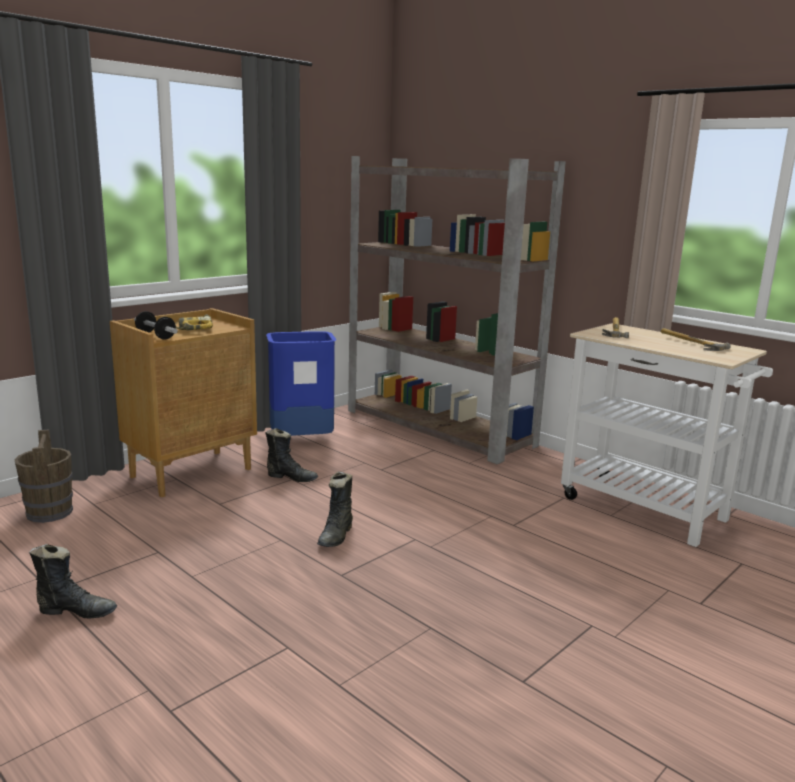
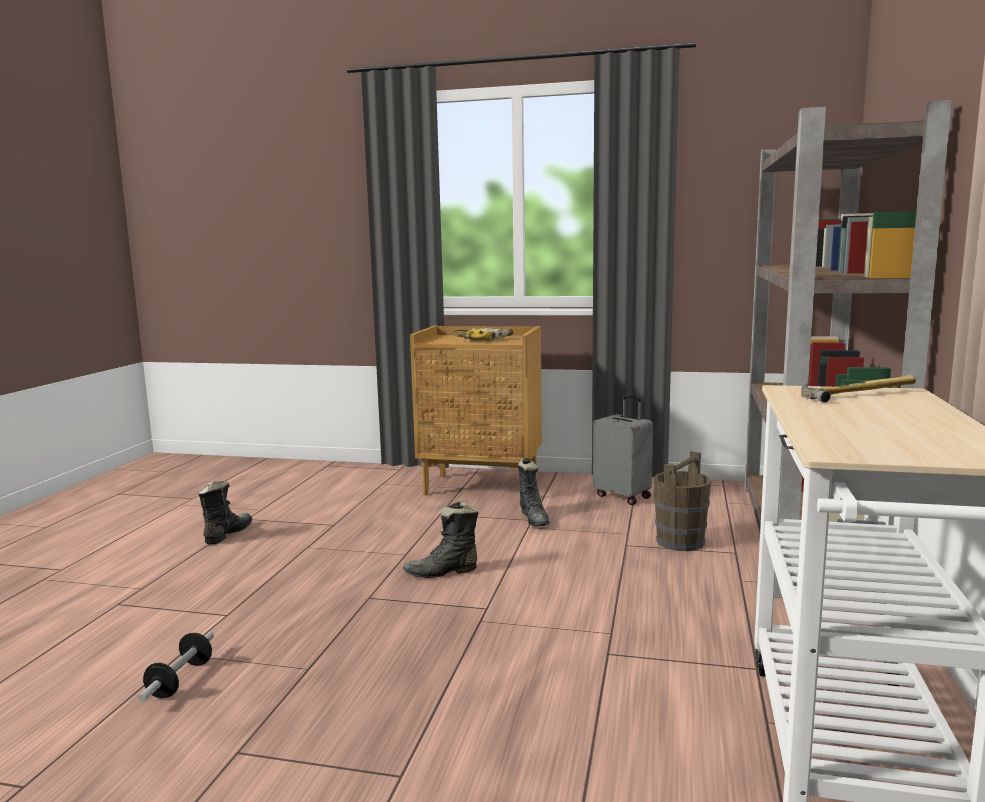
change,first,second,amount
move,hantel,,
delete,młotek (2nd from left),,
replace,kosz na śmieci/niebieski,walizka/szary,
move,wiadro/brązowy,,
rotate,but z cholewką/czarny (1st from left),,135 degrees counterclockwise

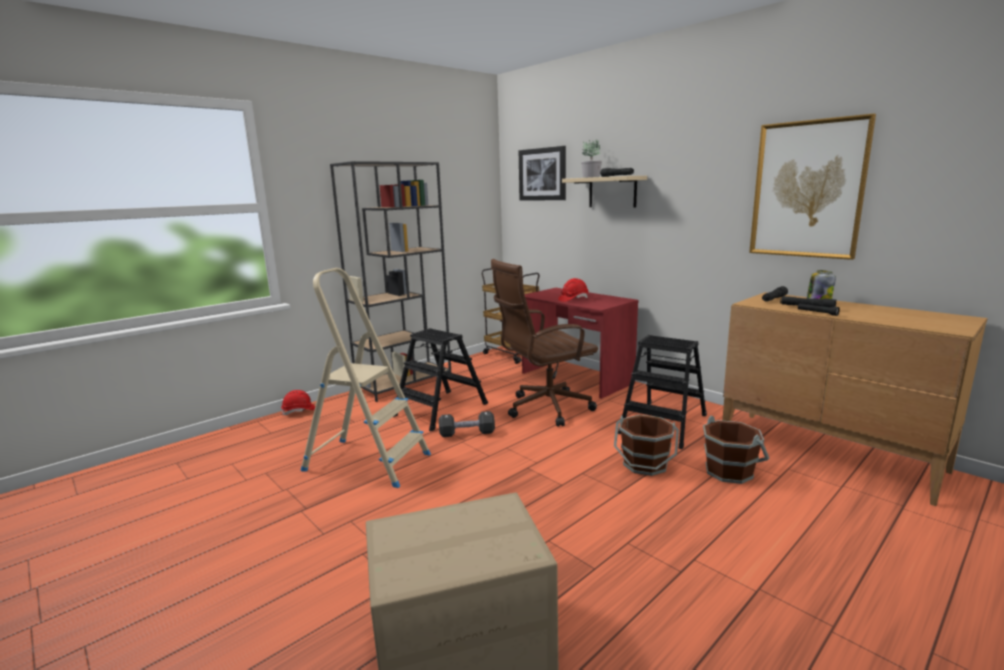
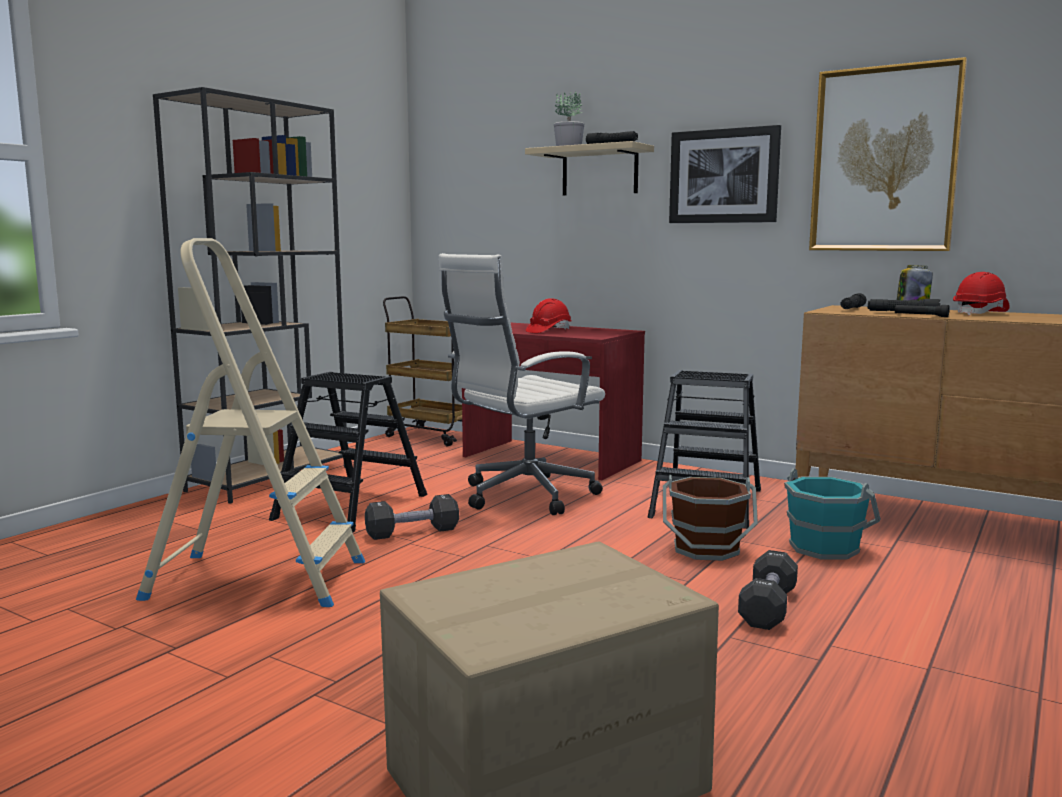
change,first,second,amount
move,obraz (1st from left),,
recolor,krzesło biurowe/brązowy,krzesło biurowe/biały,
move,kask/czerwony (1st from left in the first image),kask/czerwony (2nd from left),
recolor,wiadro/brązowy (2nd from left),wiadro/turkusowy,
insert,,hantel/czarny (2nd from left),

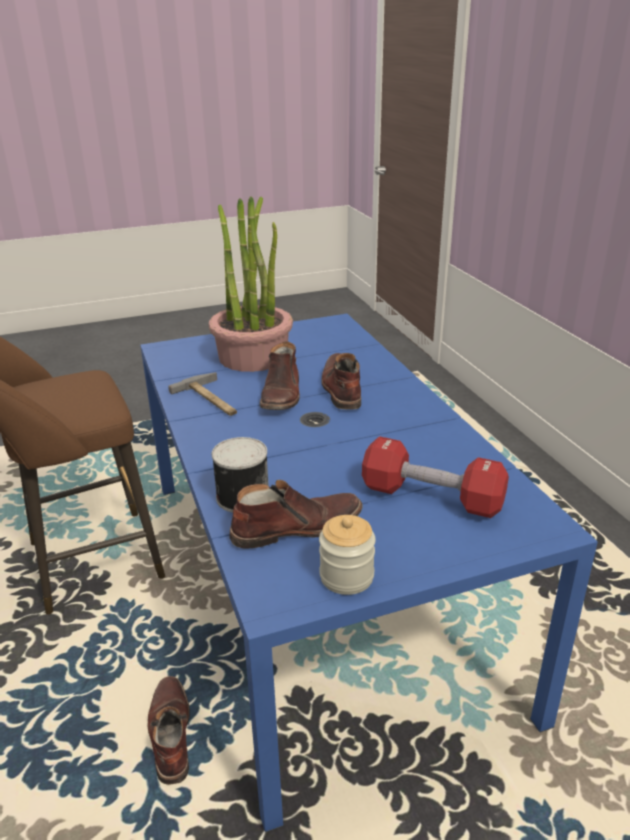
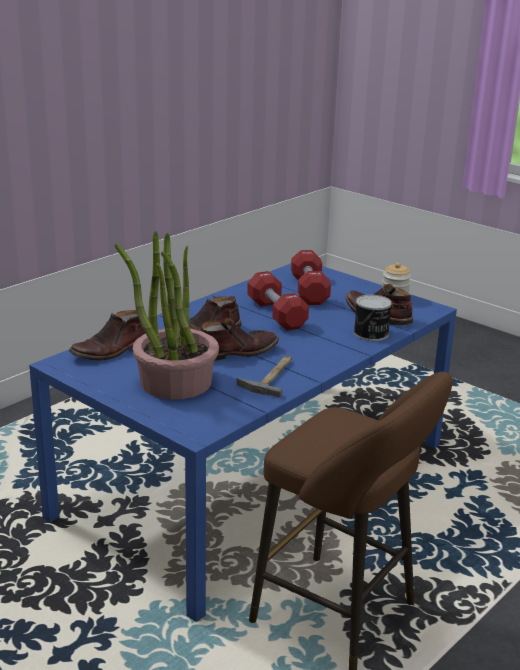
change,first,second,amount
move,but z cholewką/brązowy (1st from left),,
insert,,hantel/czerwony (1st from left),

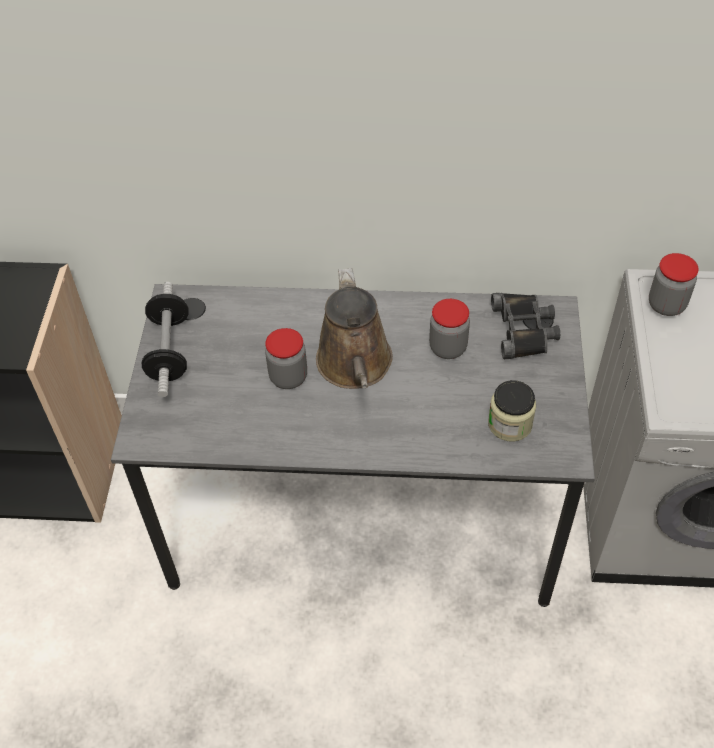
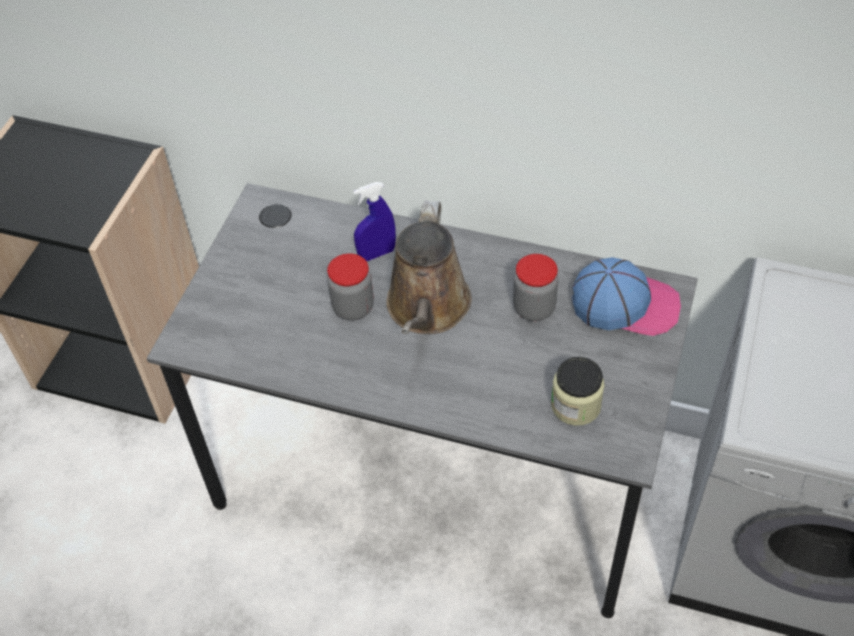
change,first,second,amount
delete,słoik (4th from left),,
delete,hantel,,
replace,lornetka/czarny,czapka z daszkiem,
insert,,spryskiwacz/niebieski,

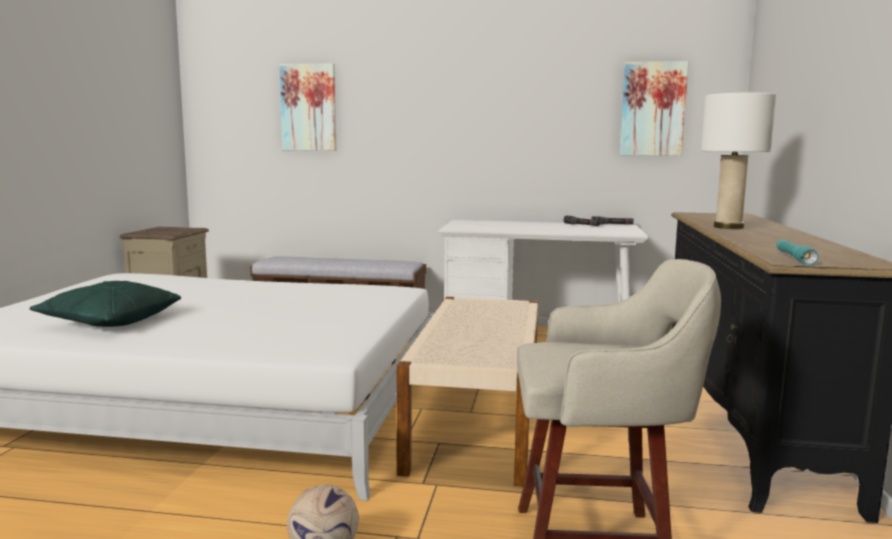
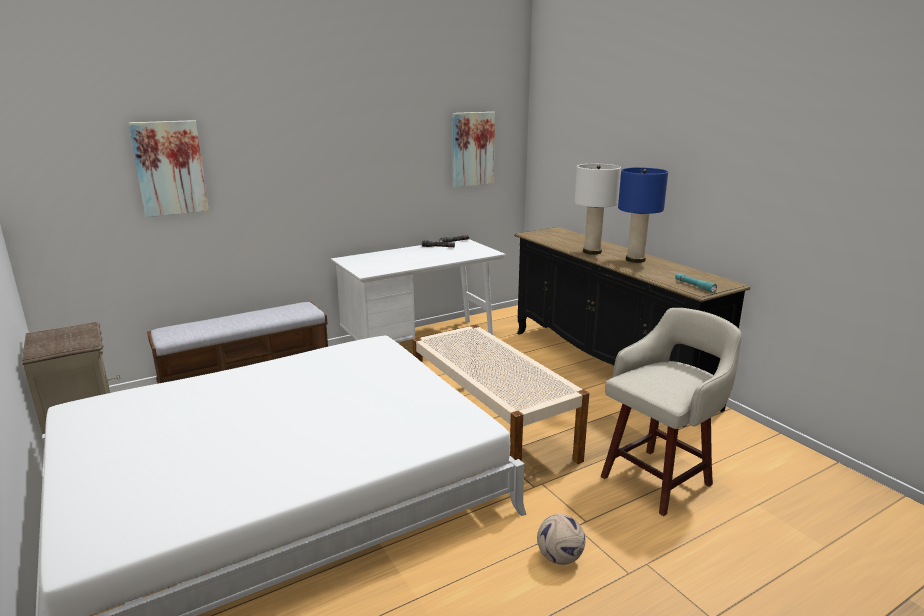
change,first,second,amount
delete,poduszka/zielony,,
insert,,lampa stołowa/niebieski,

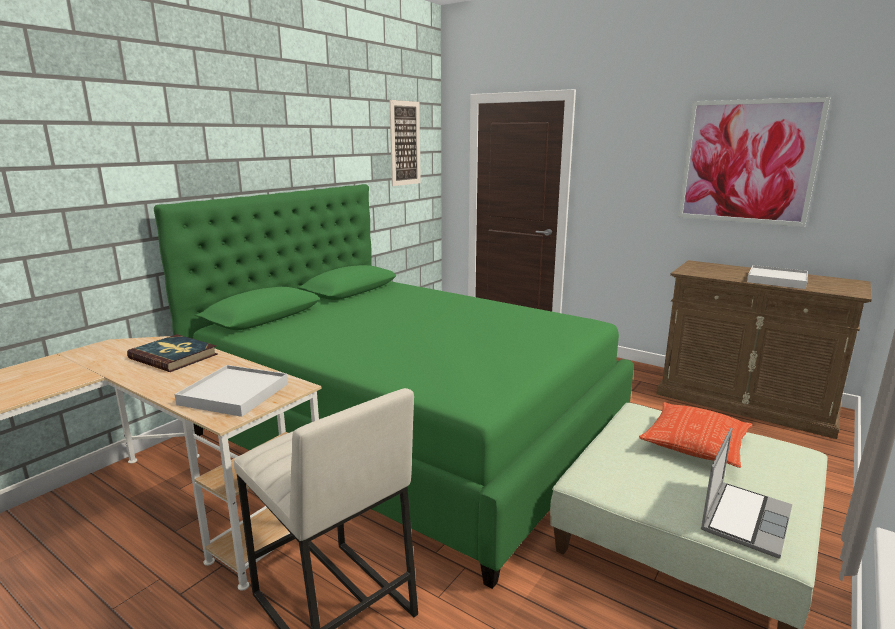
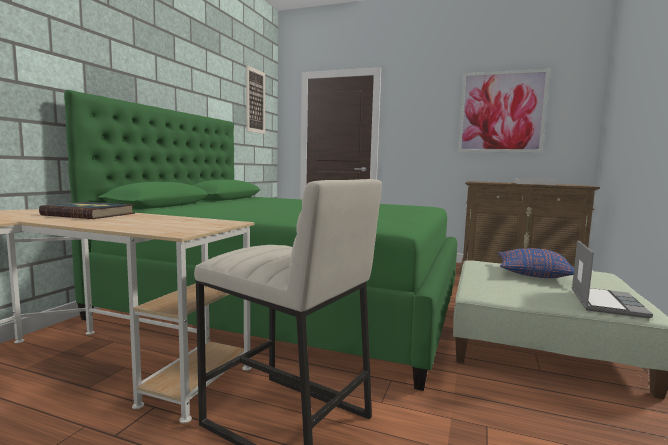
change,first,second,amount
delete,taca/biały (1st from left),,
recolor,poduszka/pomarańczowy,poduszka/niebieski,

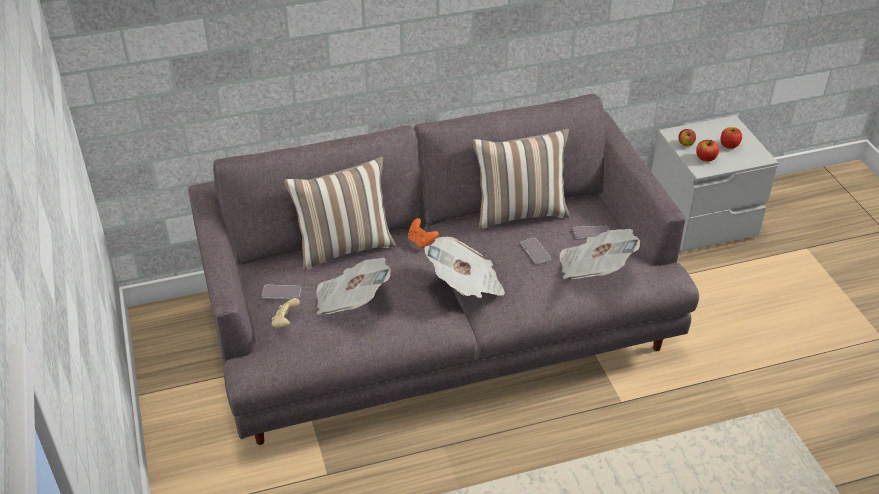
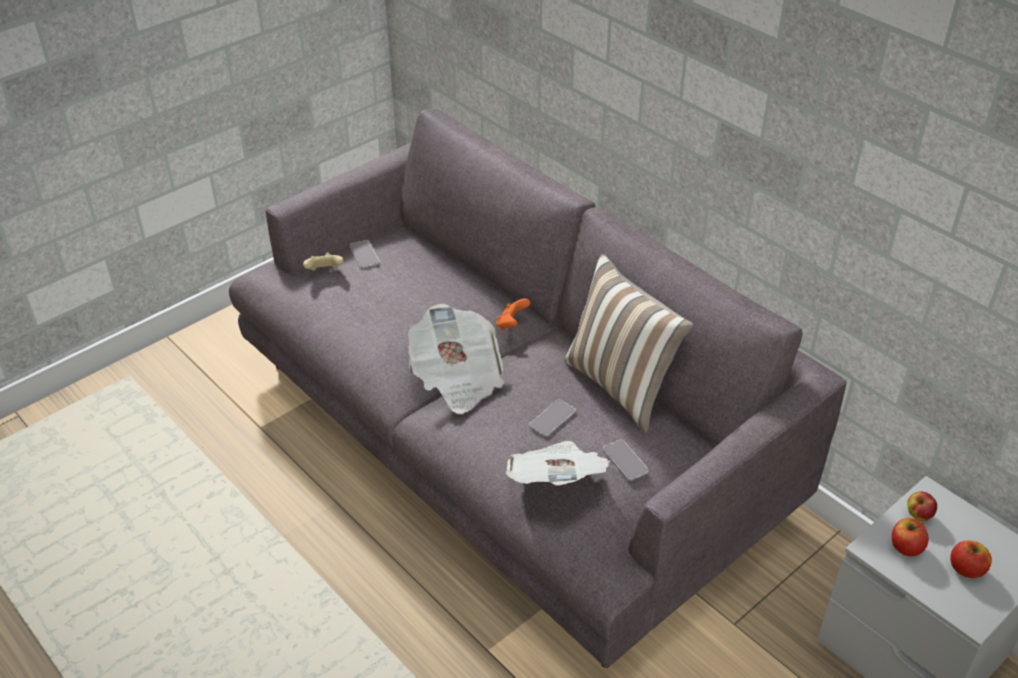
change,first,second,amount
delete,poduszka (1st from left),,
delete,gazeta (1st from left),,

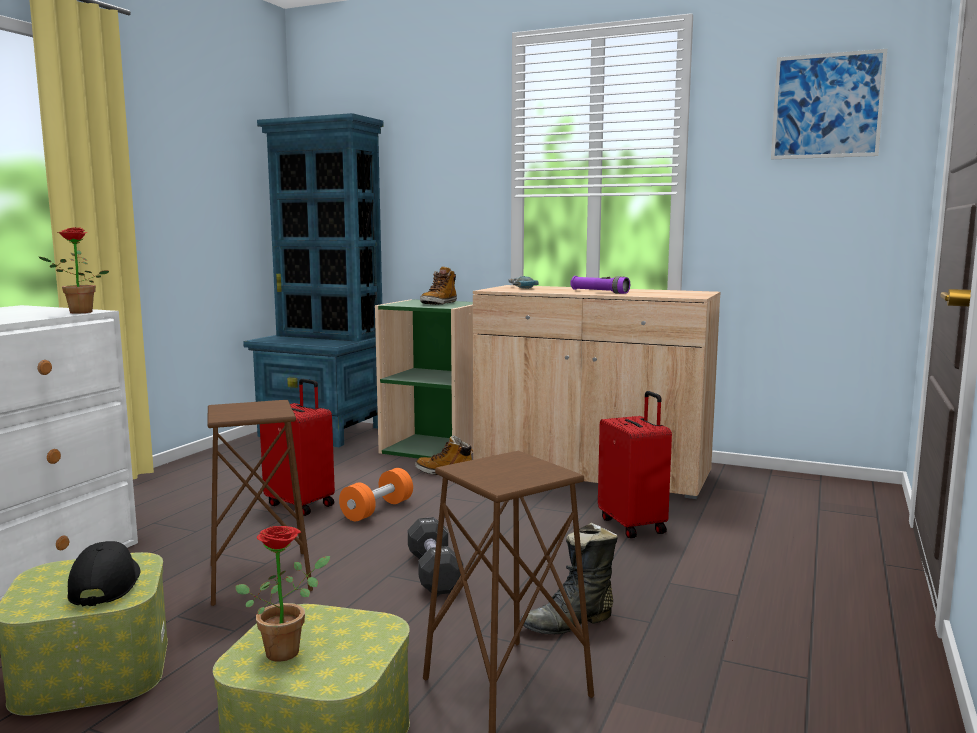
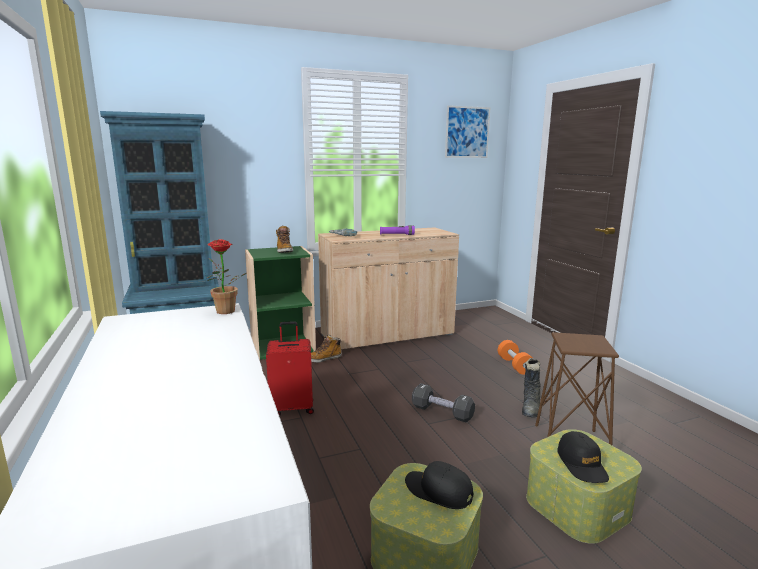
change,first,second,amount
delete,walizka/czerwony (2nd from left),,
delete,stołek/brązowy (1st from left),,
move,hantel/pomarańczowy,,
replace,roślina doniczkowa (2nd from left),czapka z daszkiem/czarny (2nd from left),

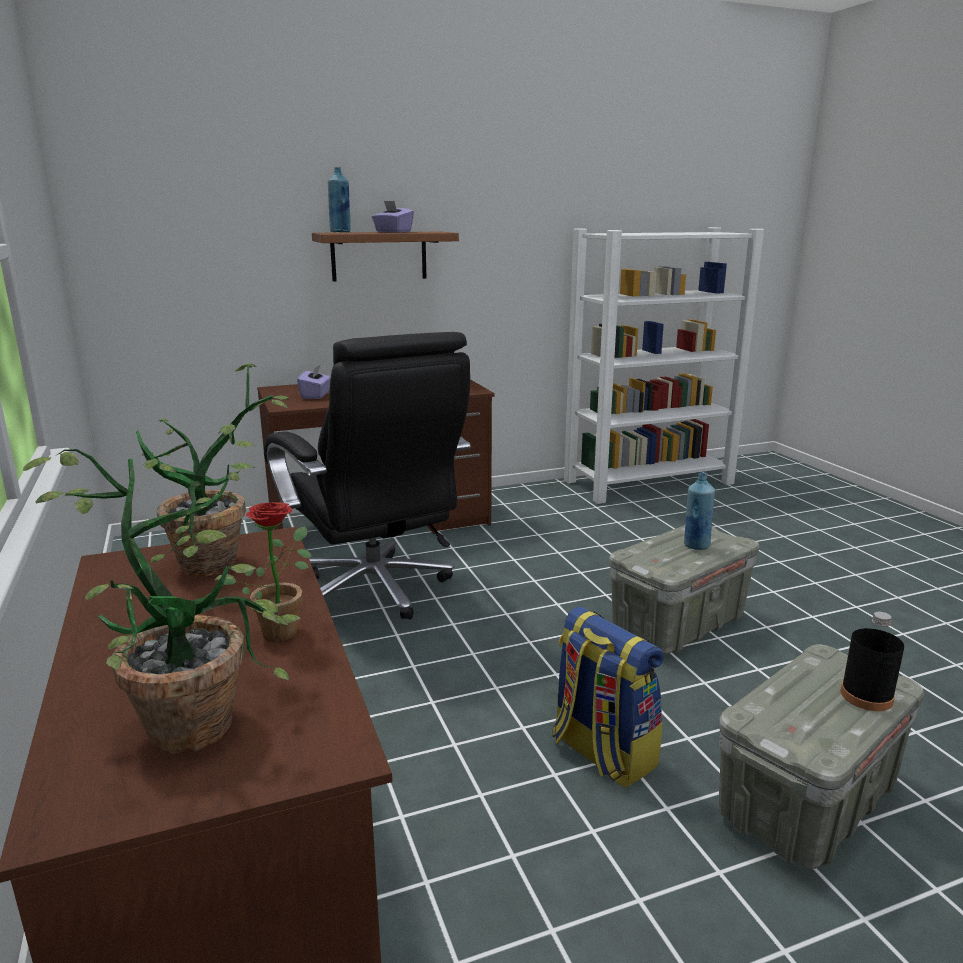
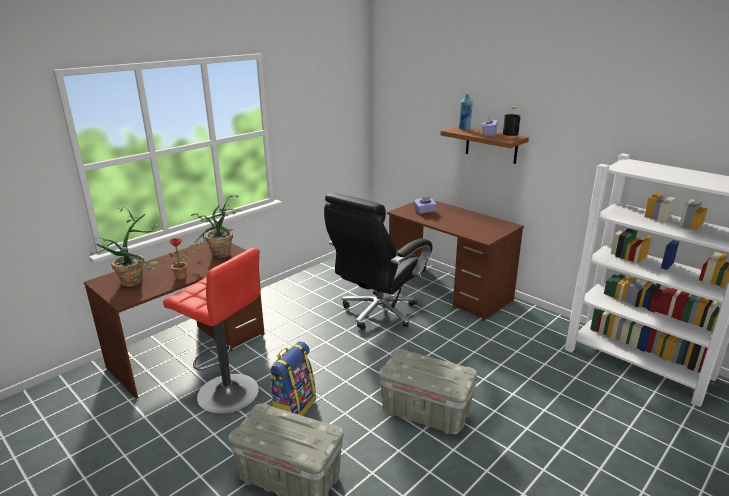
change,first,second,amount
delete,butelka/niebieski (2nd from left),,
move,butelka/czarny,,
insert,,stołek/czerwony,

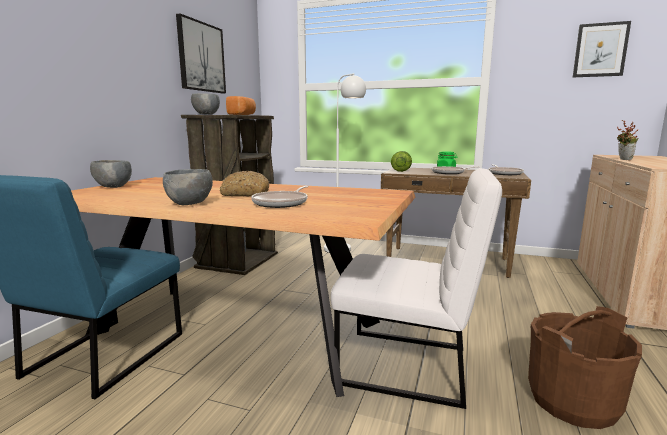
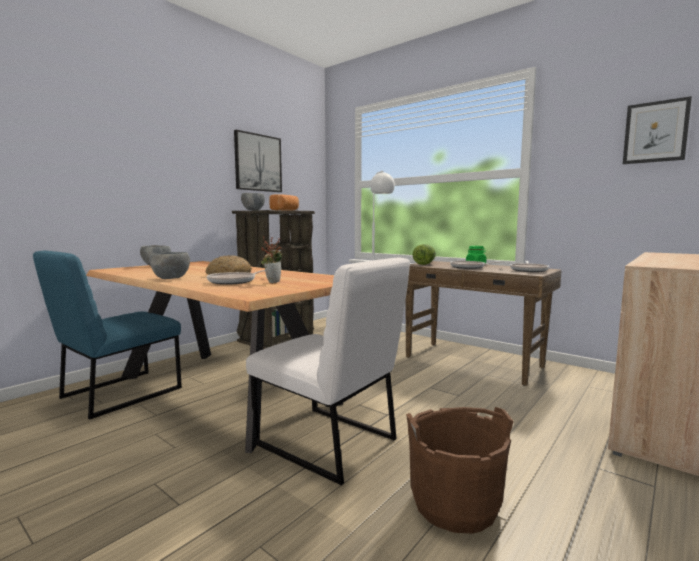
change,first,second,amount
move,roślina doniczkowa,,

